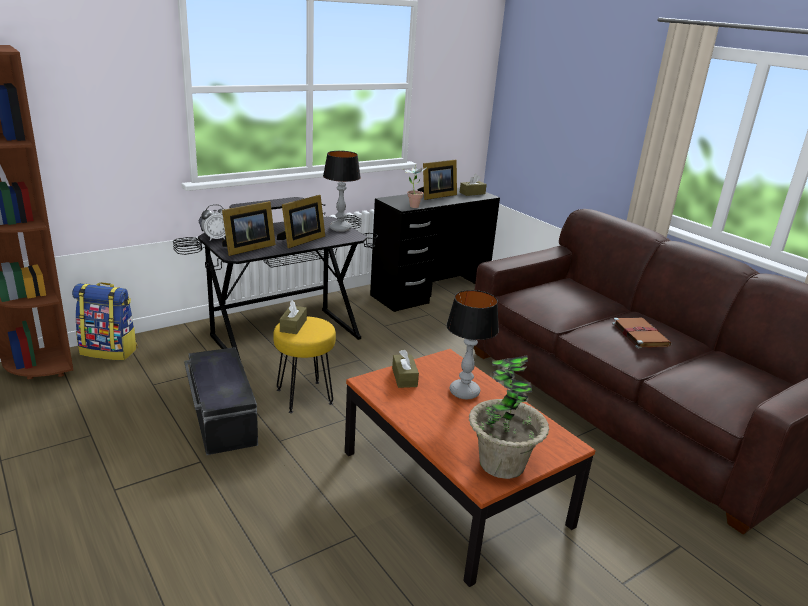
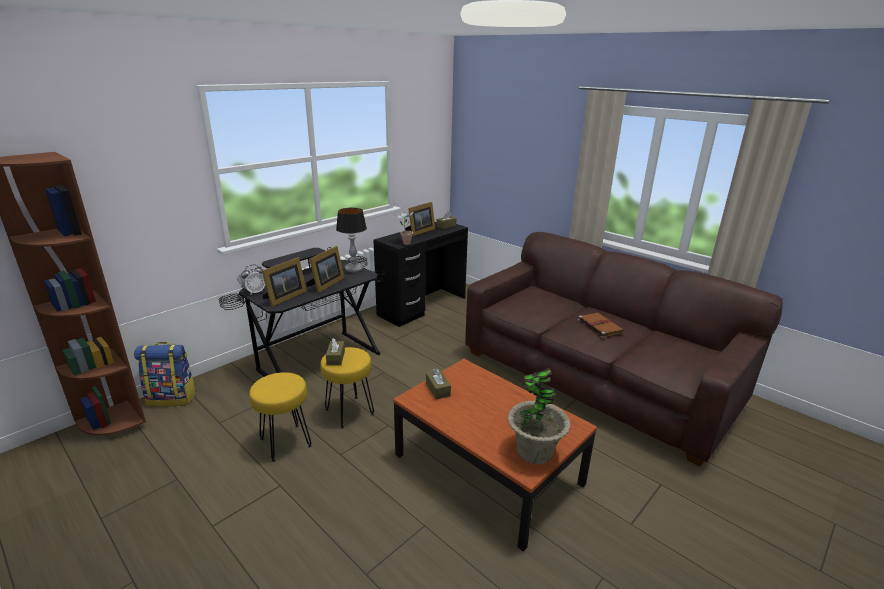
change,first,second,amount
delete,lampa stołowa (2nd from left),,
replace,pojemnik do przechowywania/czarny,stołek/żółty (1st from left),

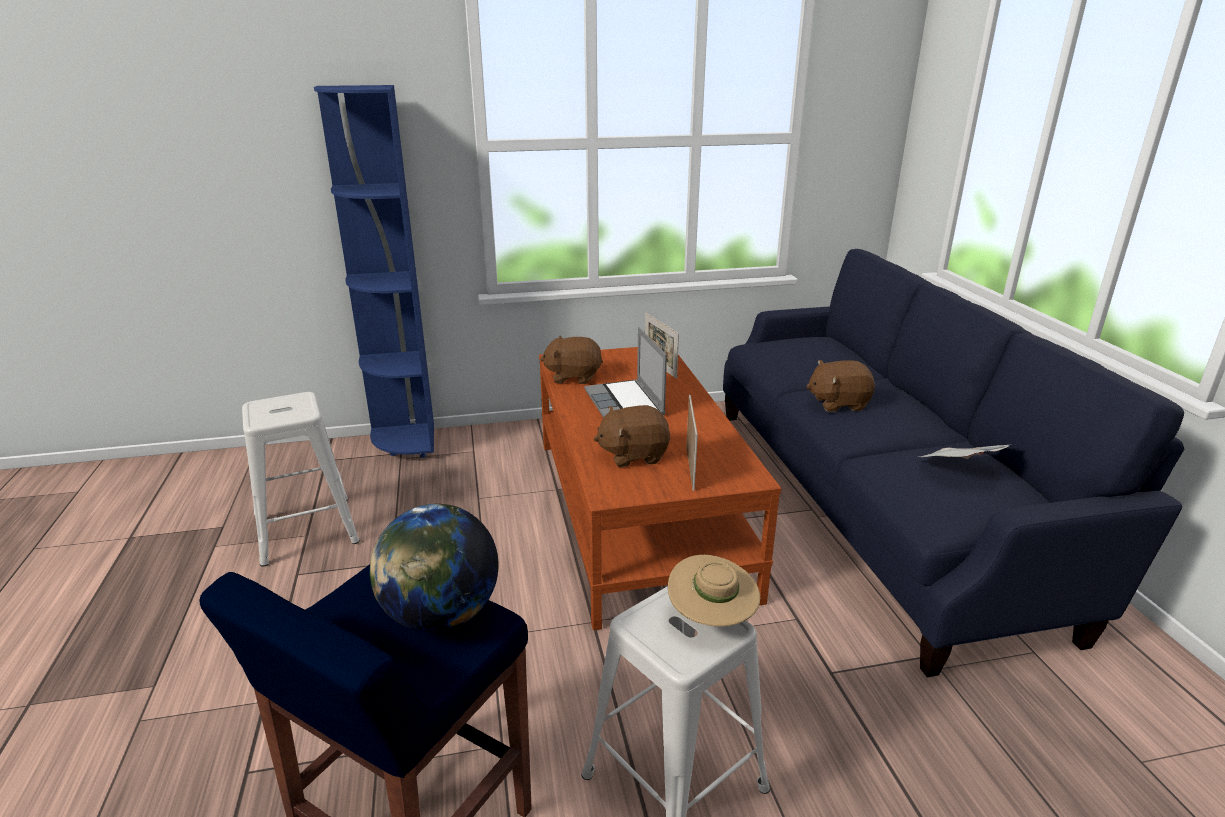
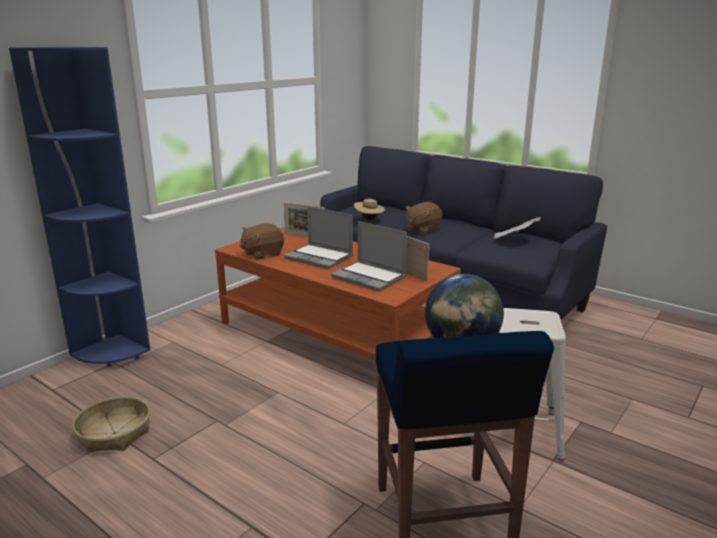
change,first,second,amount
replace,stołek/biały (1st from left),koszyk,
replace,pluszak/brązowy (2nd from left),laptop (2nd from left),
move,kapelusz/beżowy,,

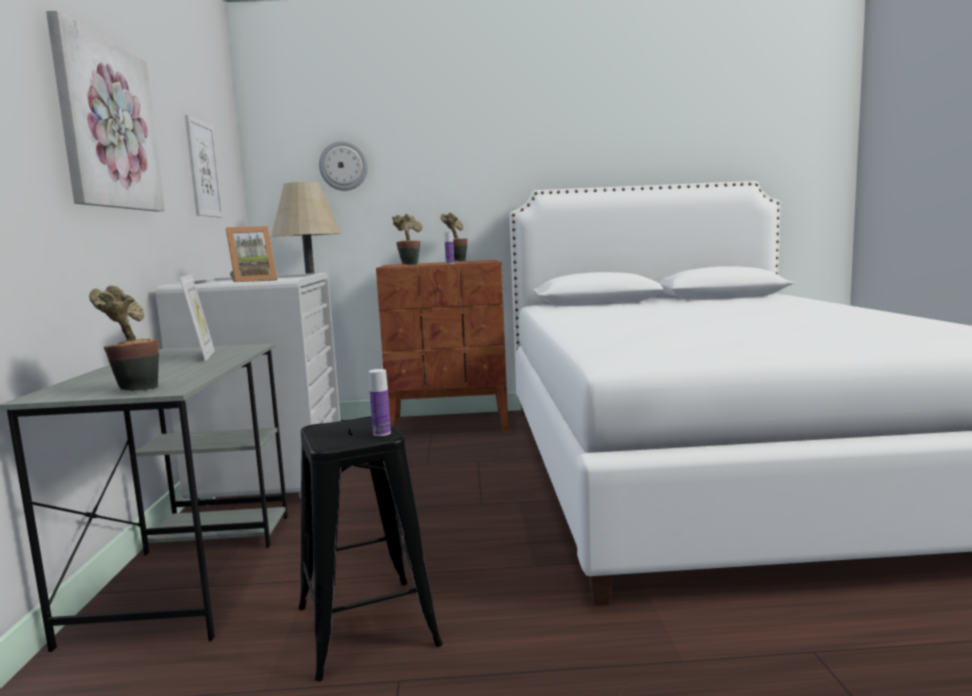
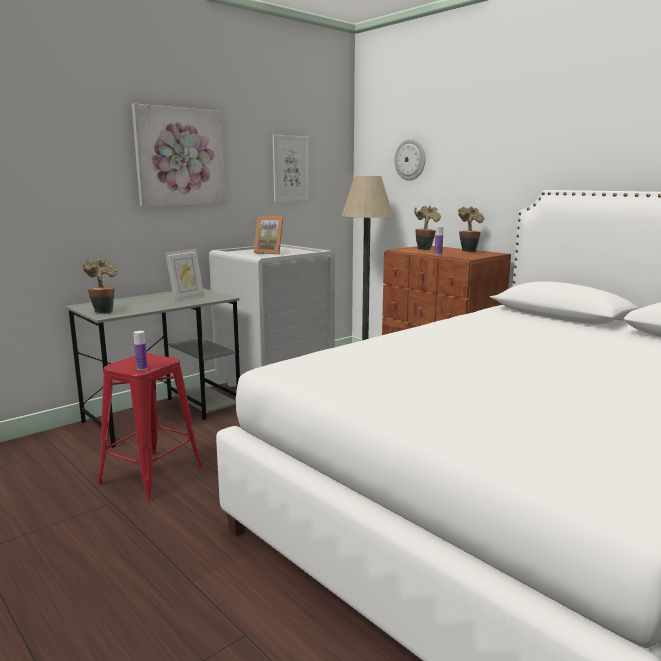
change,first,second,amount
recolor,stołek/czarny,stołek/czerwony,

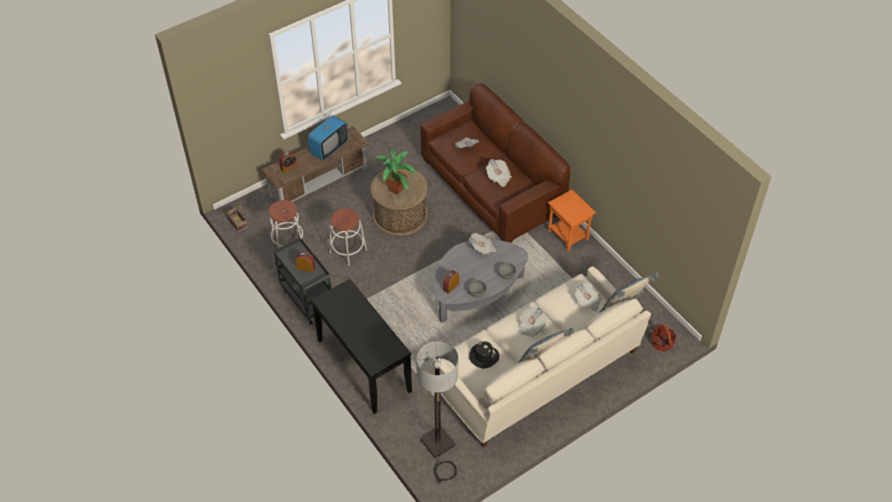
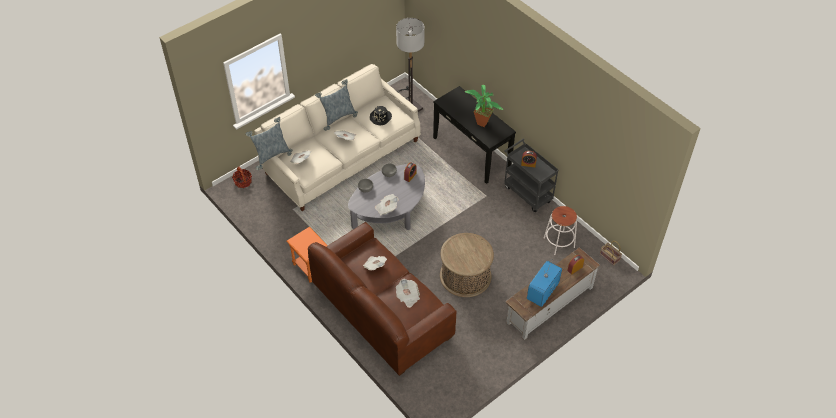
change,first,second,amount
move,roślina doniczkowa,,
delete,stołek/biały (2nd from left),,

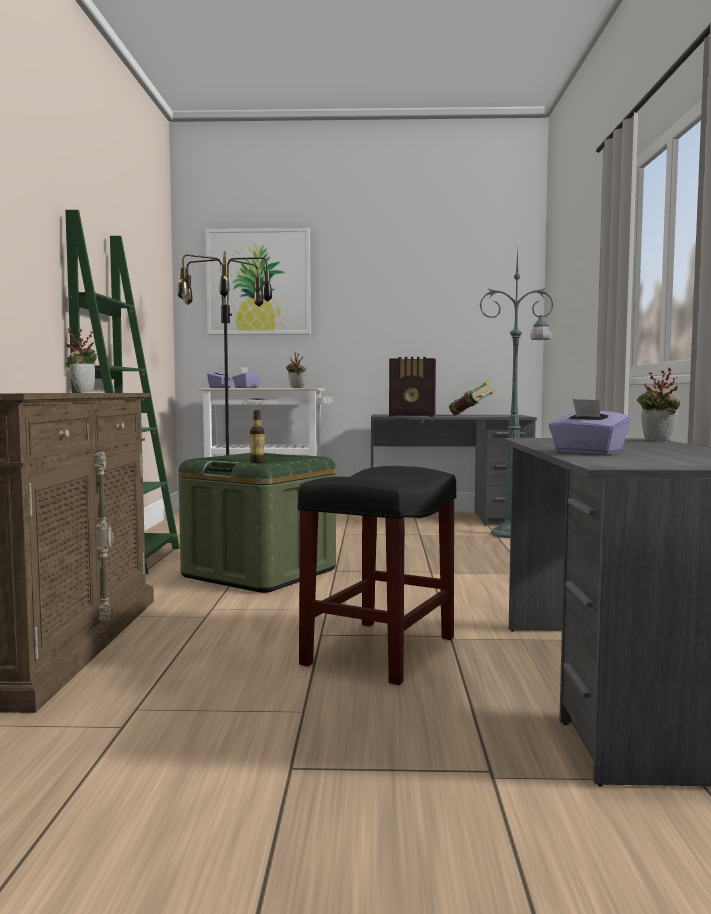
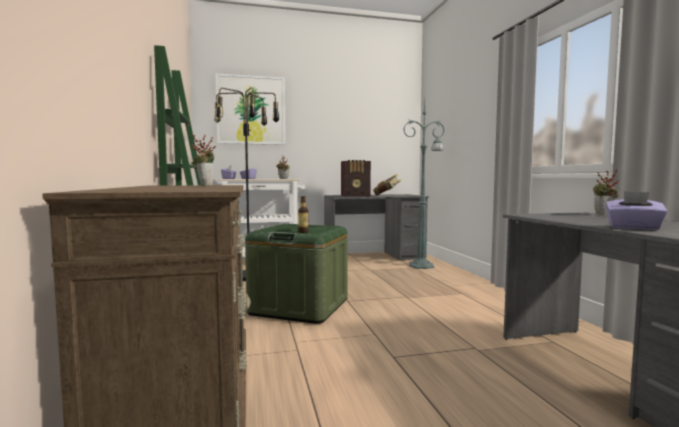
change,first,second,amount
delete,stołek/czarny,,

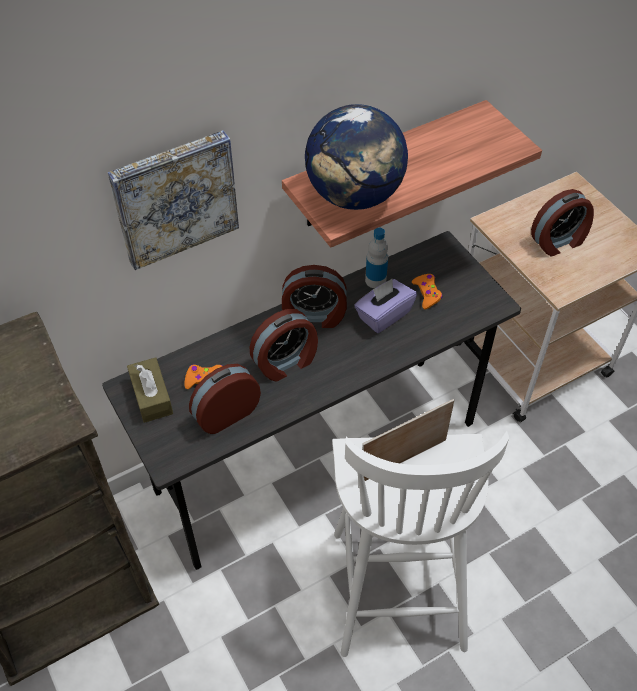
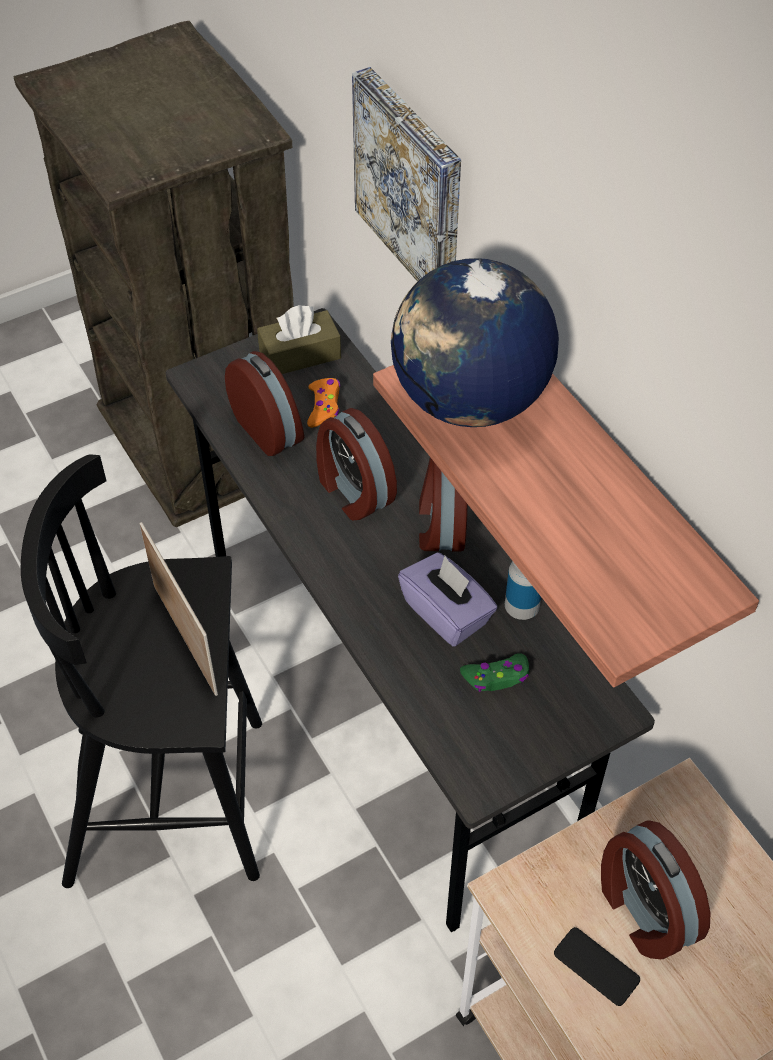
change,first,second,amount
recolor,pad do gier/pomarańczowy (2nd from left),pad do gier/zielony,
recolor,stołek/biały,stołek/czarny,
insert,,telefon,

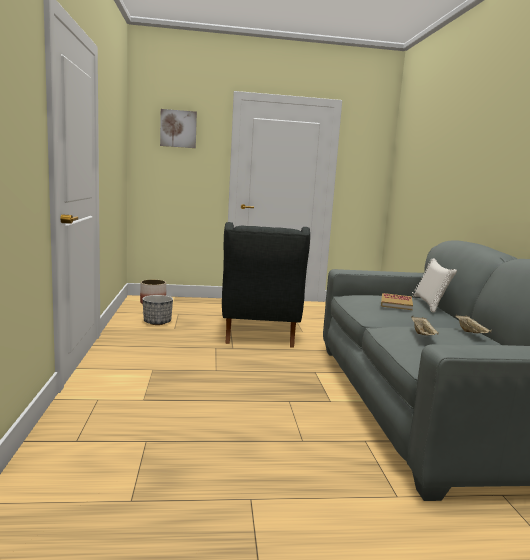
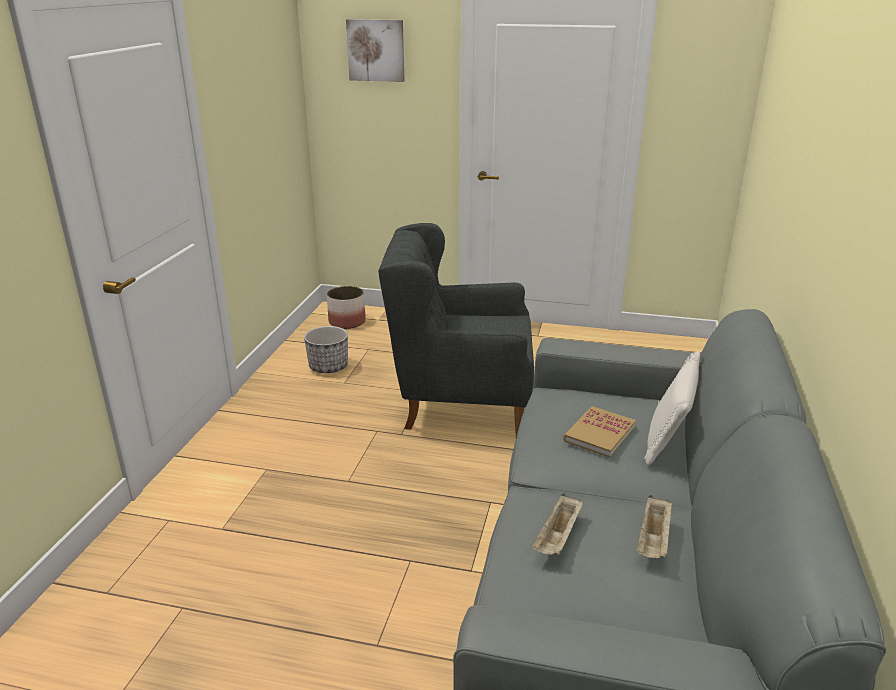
change,first,second,amount
rotate,fotel/szary,,75 degrees clockwise

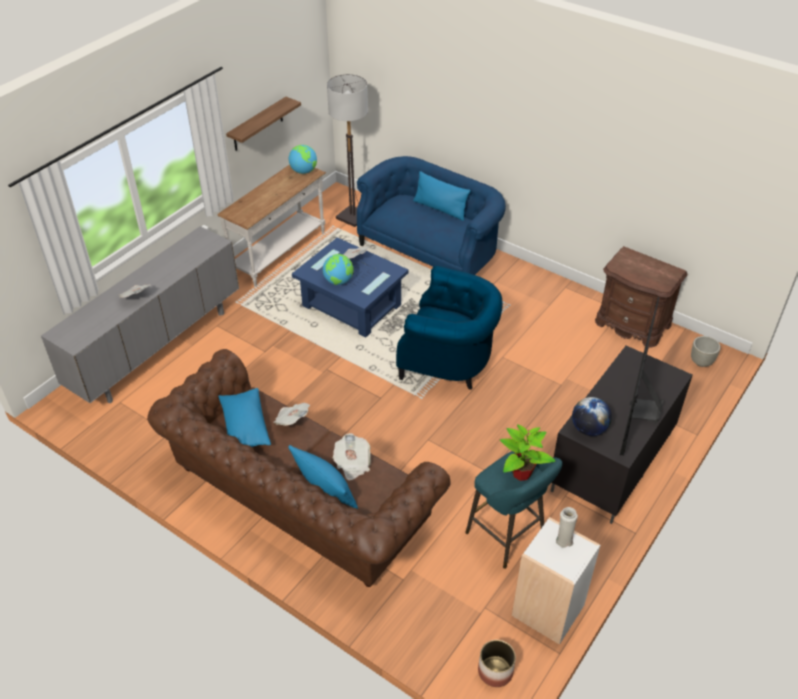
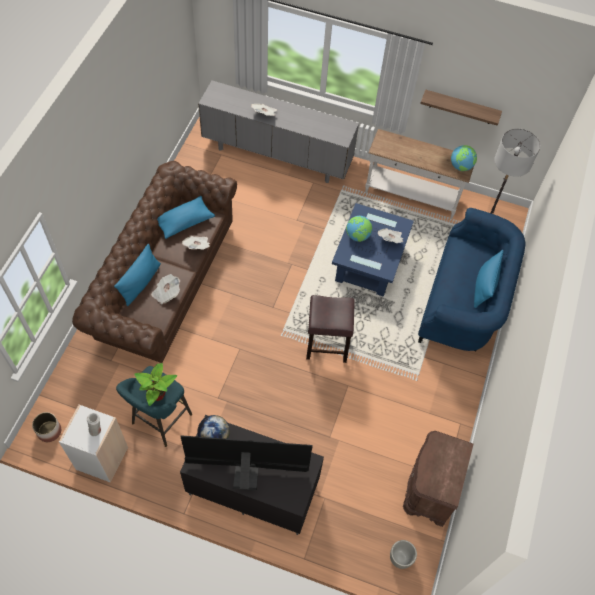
change,first,second,amount
replace,fotel/niebieski,stołek/brązowy,

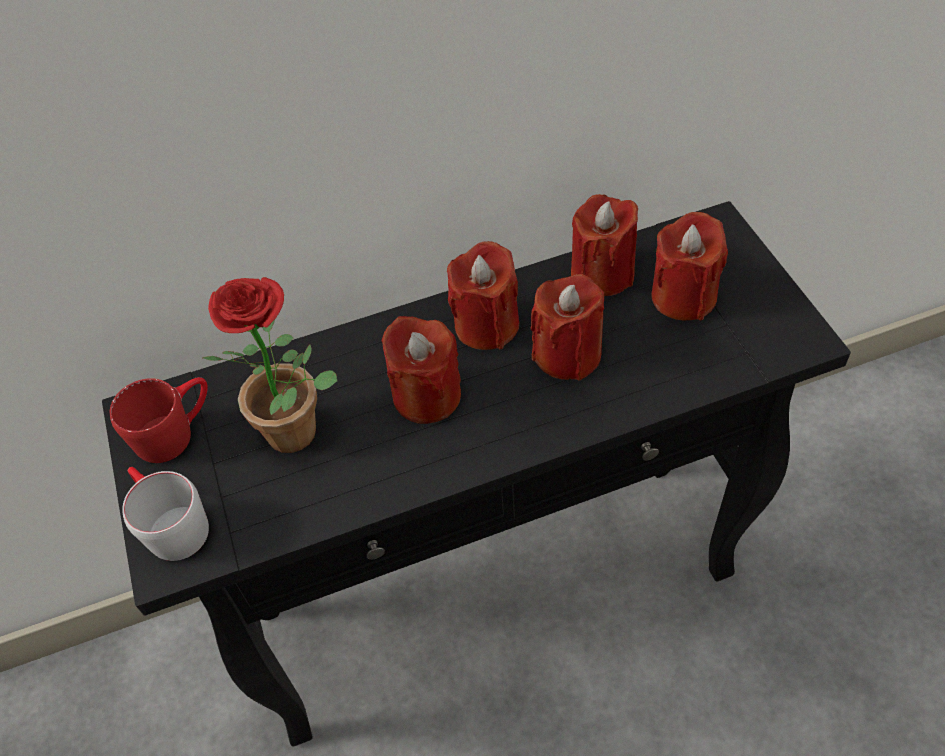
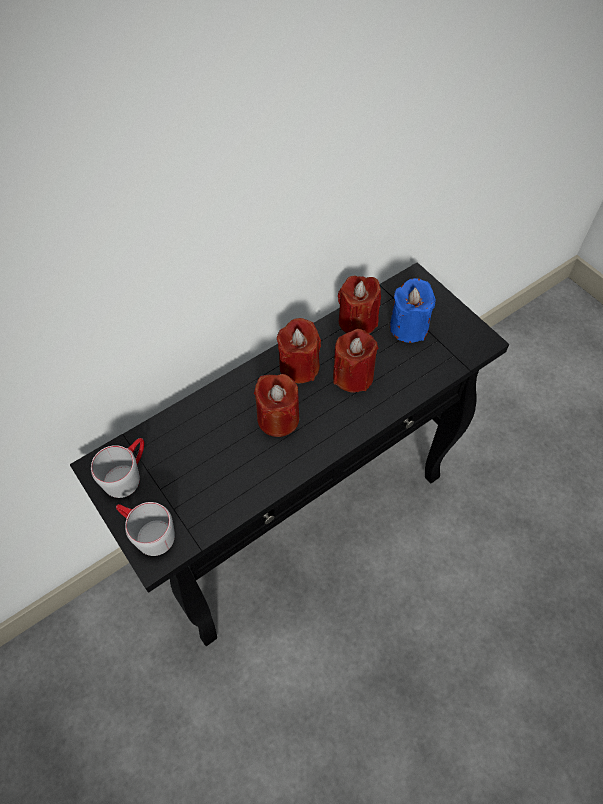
change,first,second,amount
recolor,świeca/czerwony (5th from left),świeca/niebieski,
delete,roślina doniczkowa,,
recolor,kubek/czerwony,kubek/szary (1st from left),

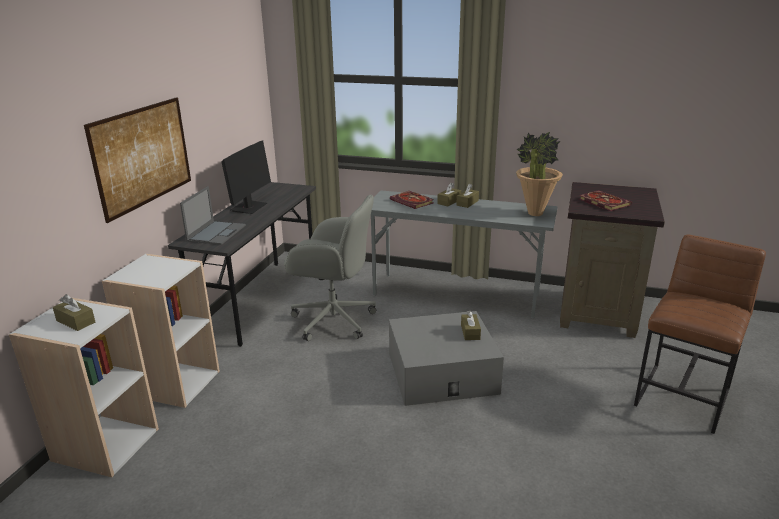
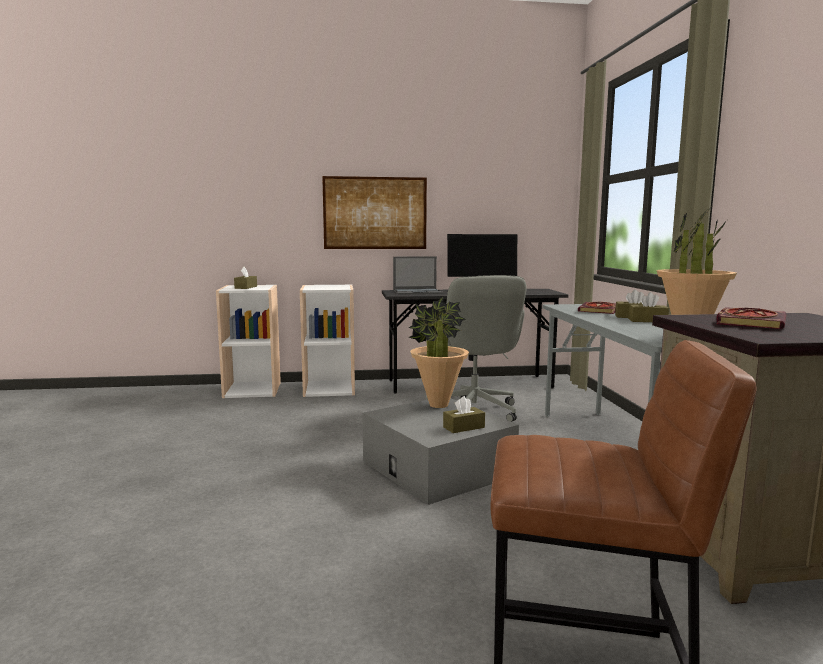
change,first,second,amount
insert,,roślina doniczkowa (1st from left),

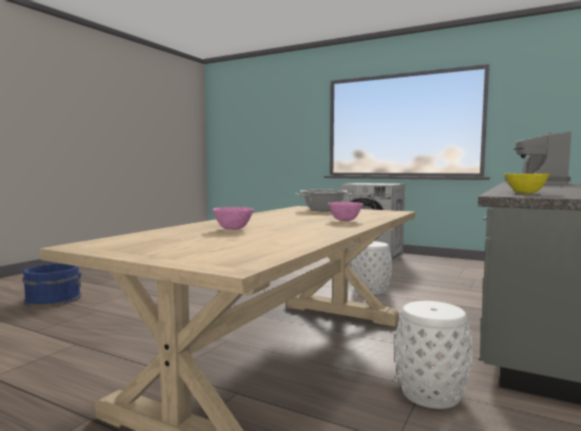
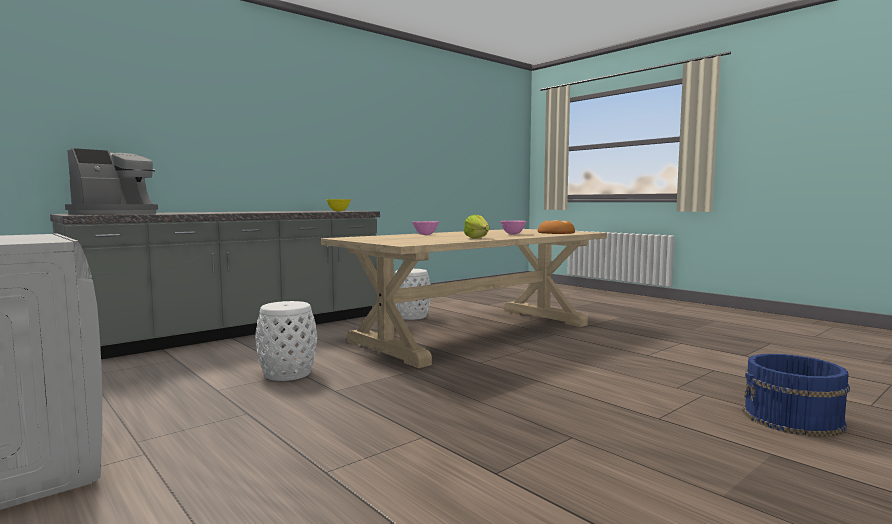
change,first,second,amount
delete,garnek,,
insert,,sałata,
insert,,chleb,

